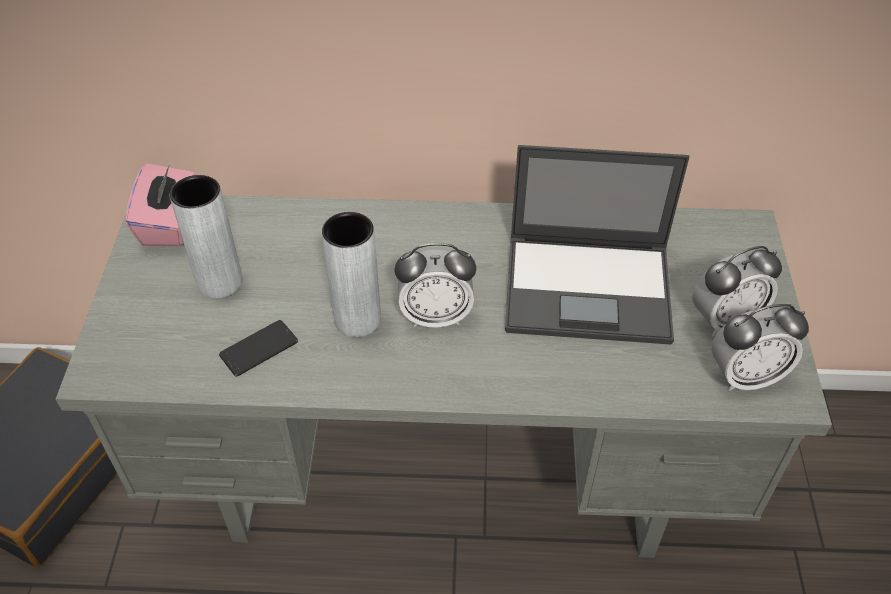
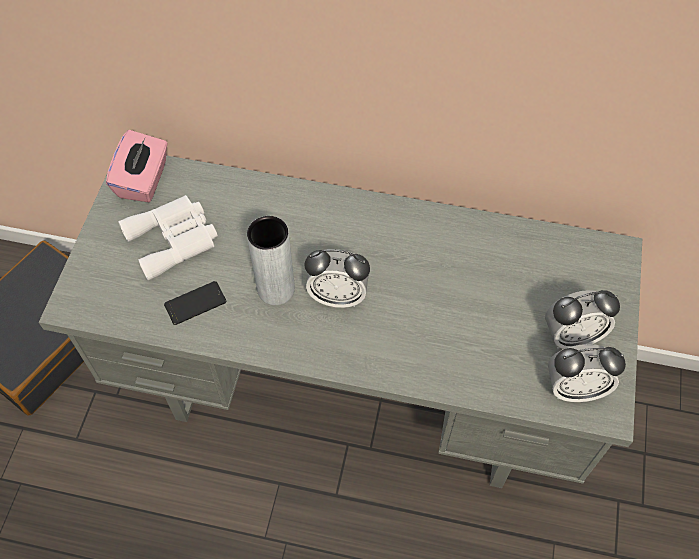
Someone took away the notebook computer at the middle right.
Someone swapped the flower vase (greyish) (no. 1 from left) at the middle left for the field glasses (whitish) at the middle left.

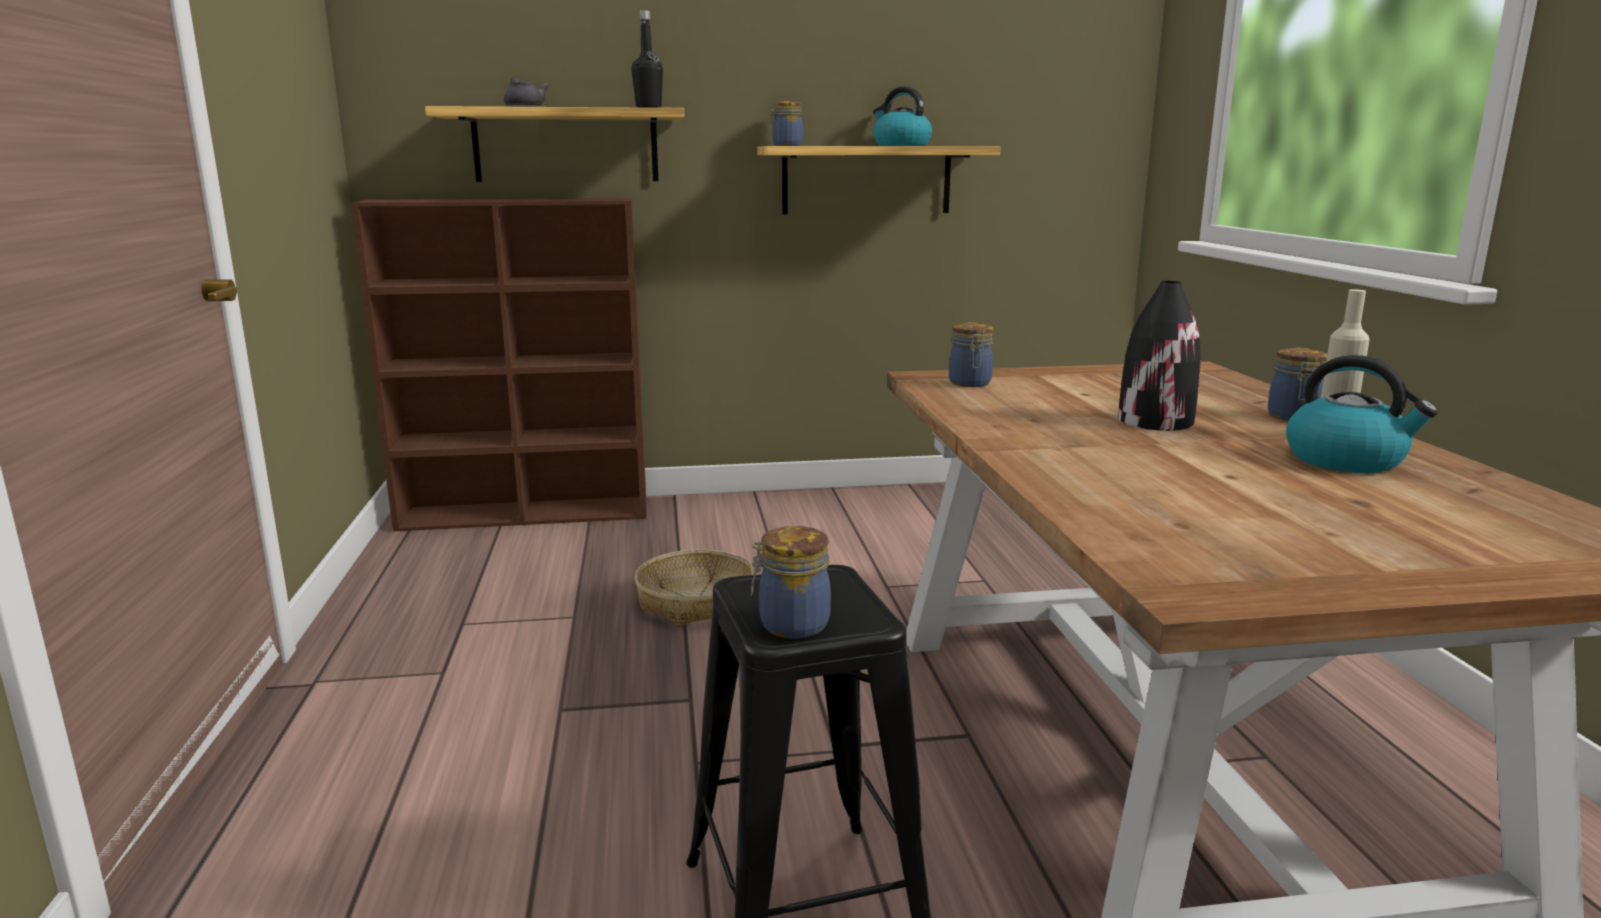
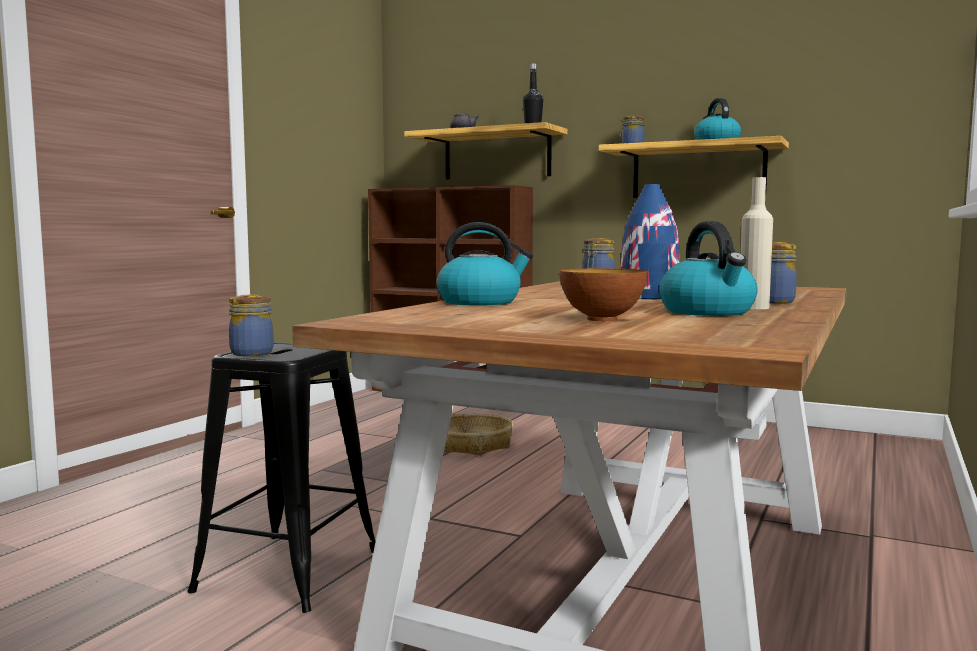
Someone put down the water kettle (no. 1 from left) at the centre.
Someone put down the serving bowl at the centre.
Someone repainted the flower vase (blackish) at the middle right, which became the flower vase (bluish) at the centre.

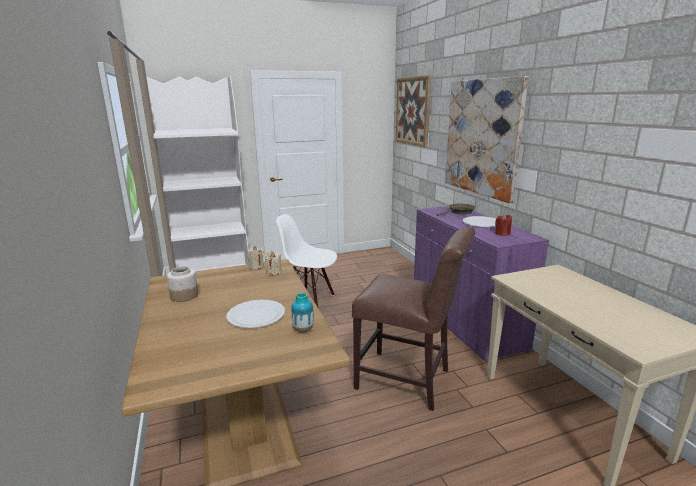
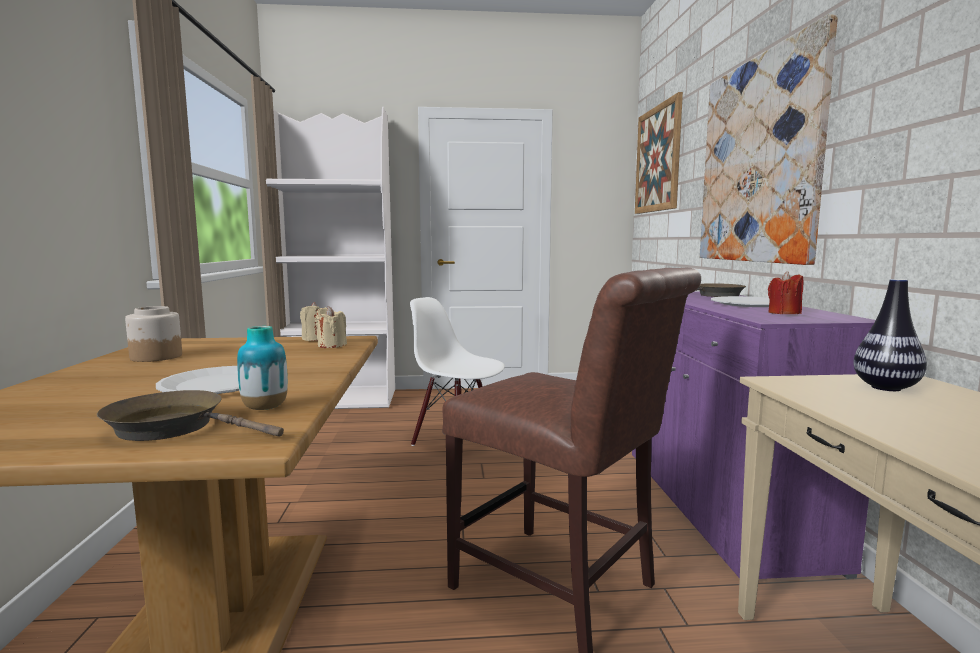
Someone put down the skillet (brownish) (no. 1 from left) at the middle left.
Someone put down the flower vase (no. 2 from left) at the middle right.

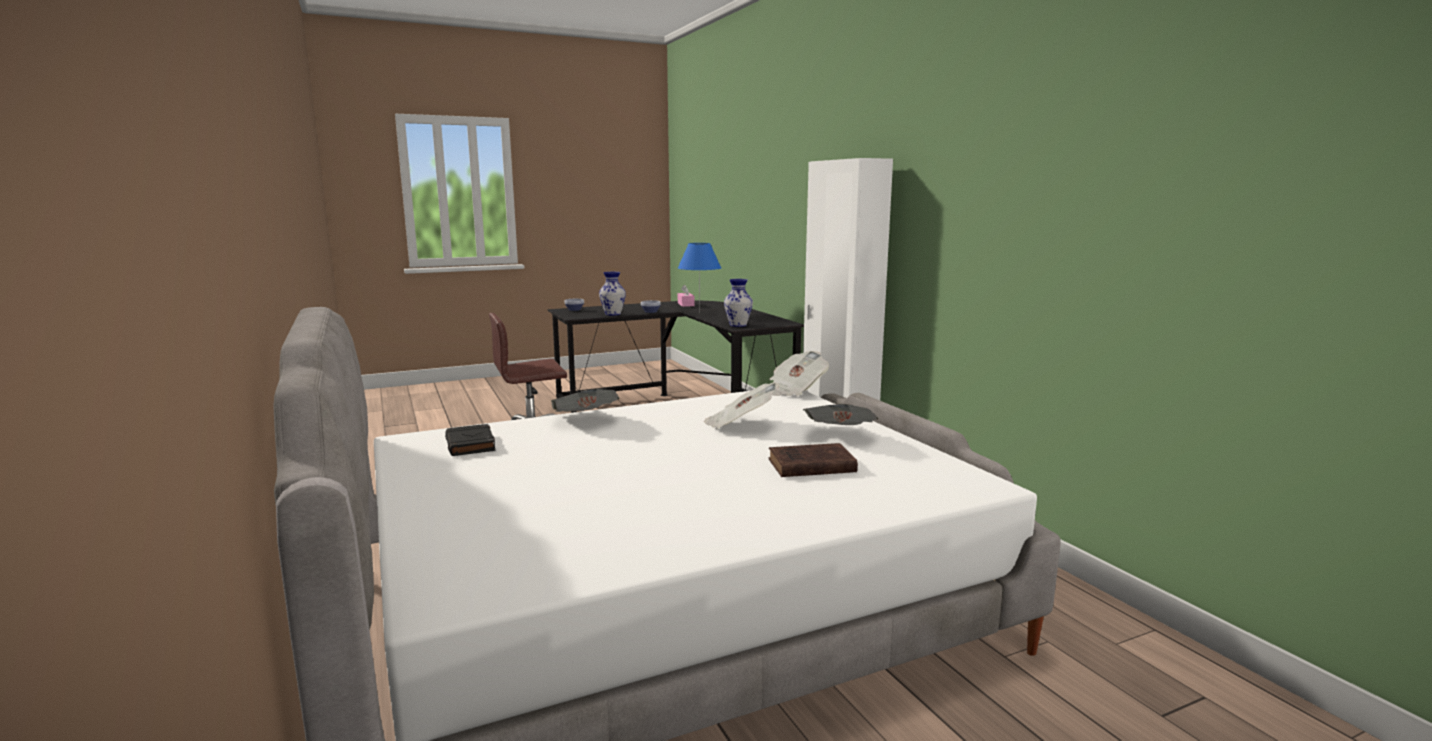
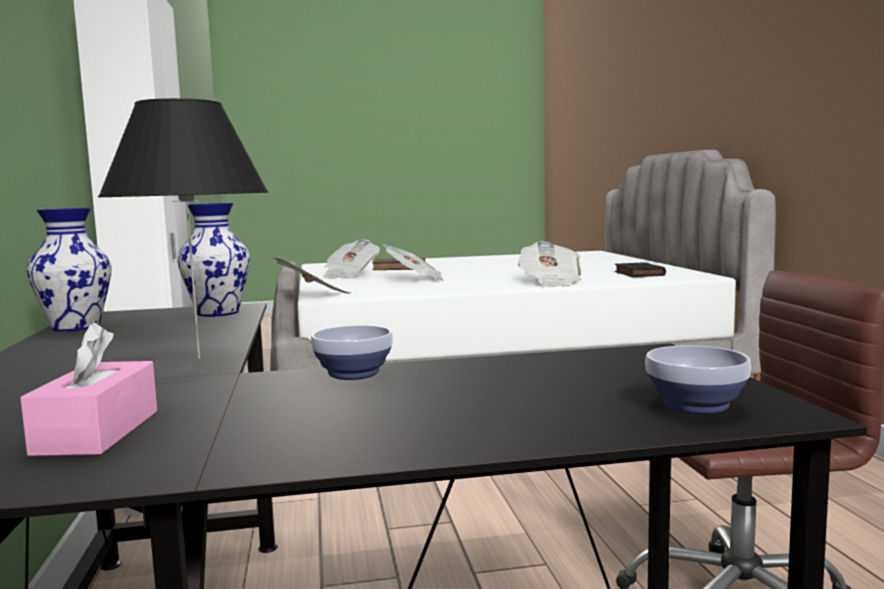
Someone carried the flower vase (no. 1 from left) from the centre to the middle left.
Someone repainted the lamp for a table (bluish) at the centre, which became the lamp for a table (blackish) at the middle left.

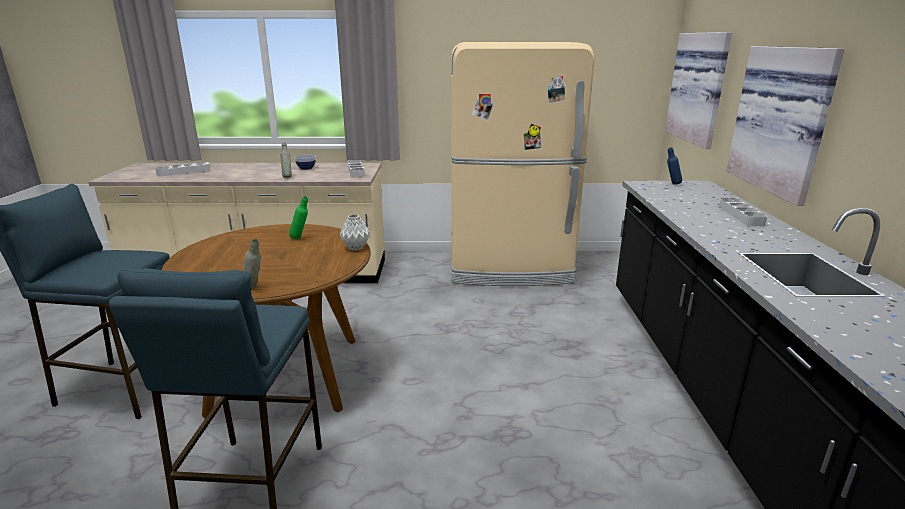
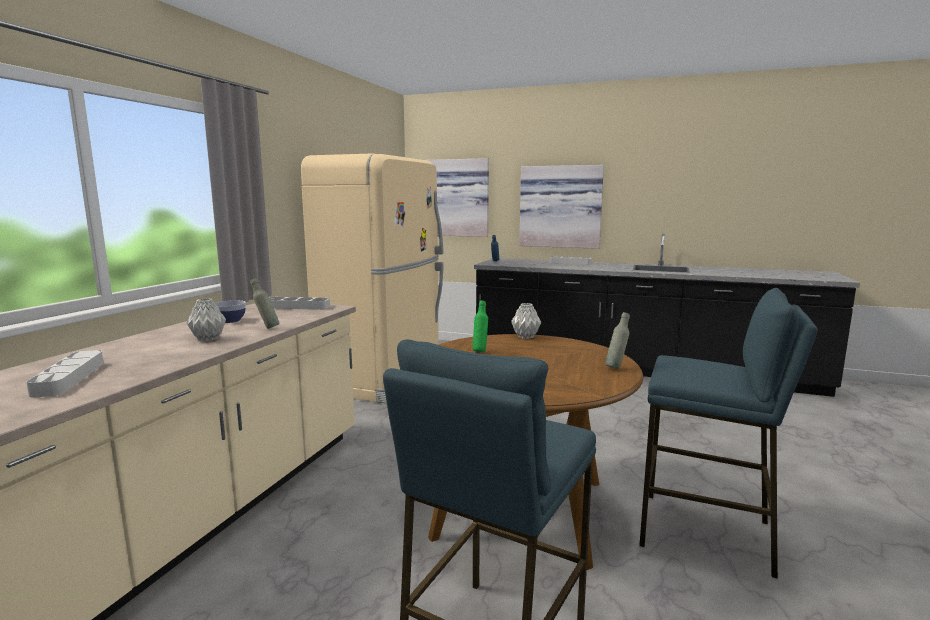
Someone put down the flower vase (greyish) (no. 1 from left) at the middle left.

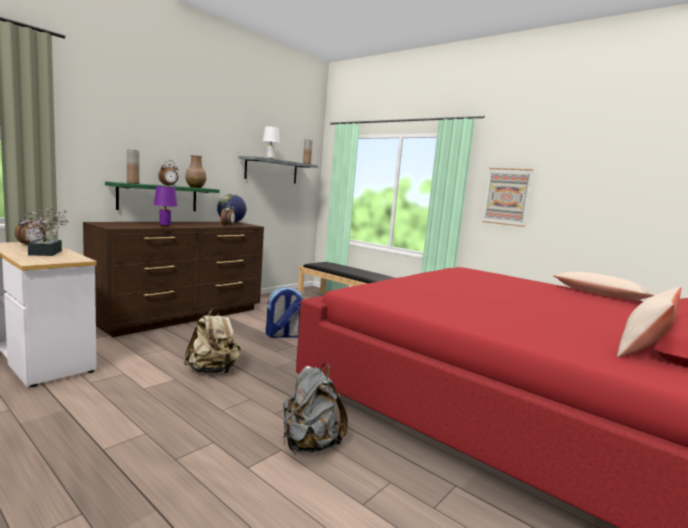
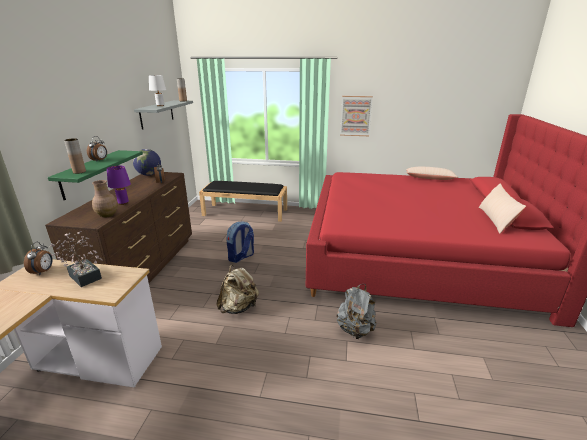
Someone carried the flower vase (brownish) (no. 2 from left) from the top left to the middle left.

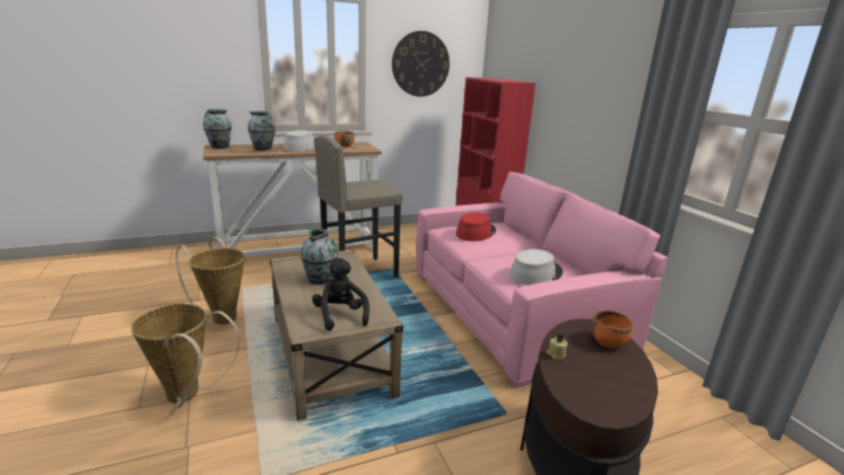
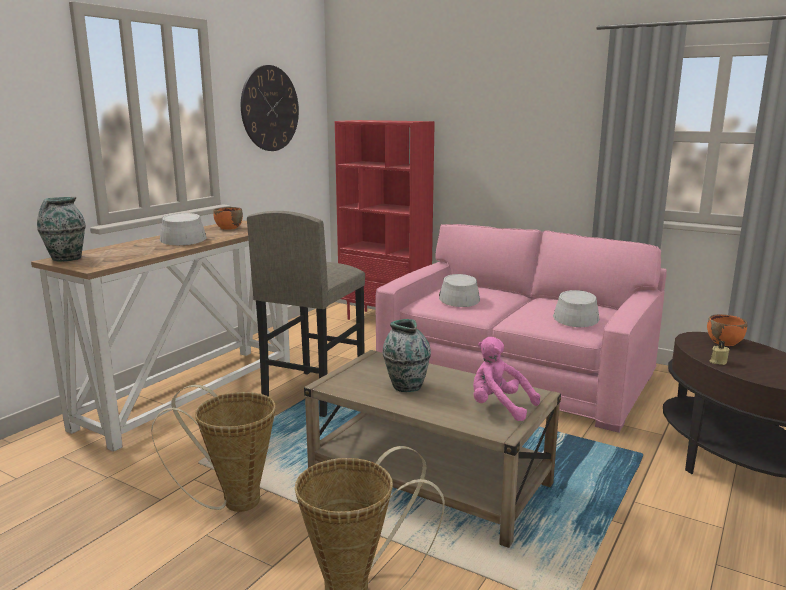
Someone took away the flower vase (no. 2 from left) at the top left.
Someone repainted the cuddly toy (blackish) at the centre, which became the cuddly toy (pinkish) at the centre.
Someone repainted the hat (reddish) at the centre, which became the hat (greyish) (no. 2 from left) at the centre.

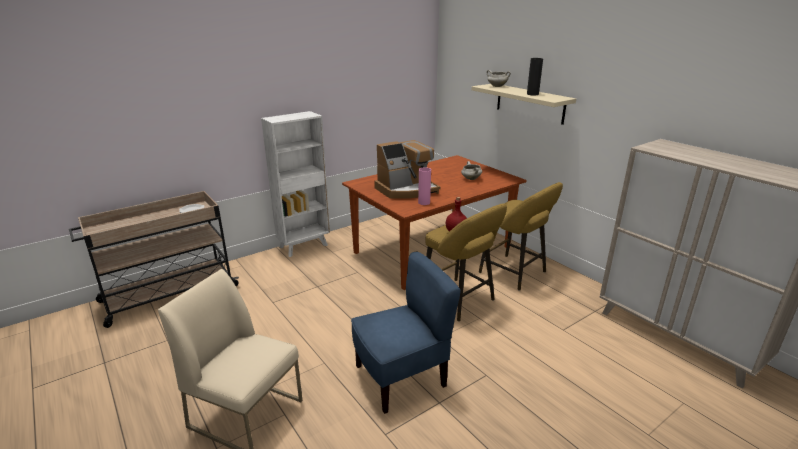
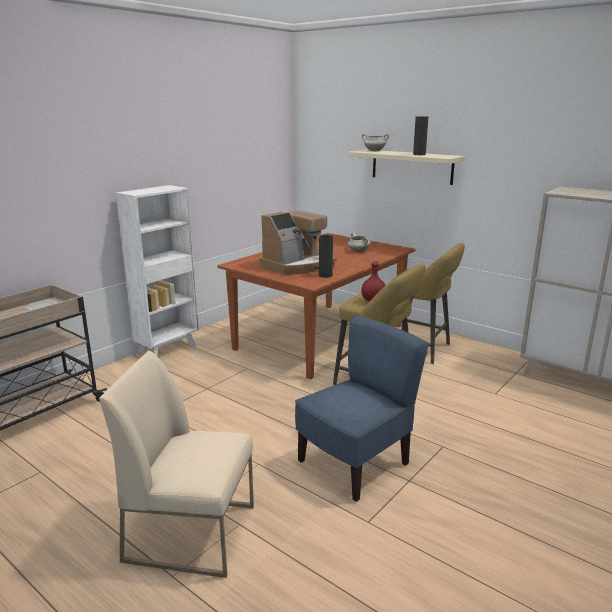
Someone repainted the flower vase (pinkish) at the centre, which became the flower vase (blackish) (no. 1 from left) at the centre.

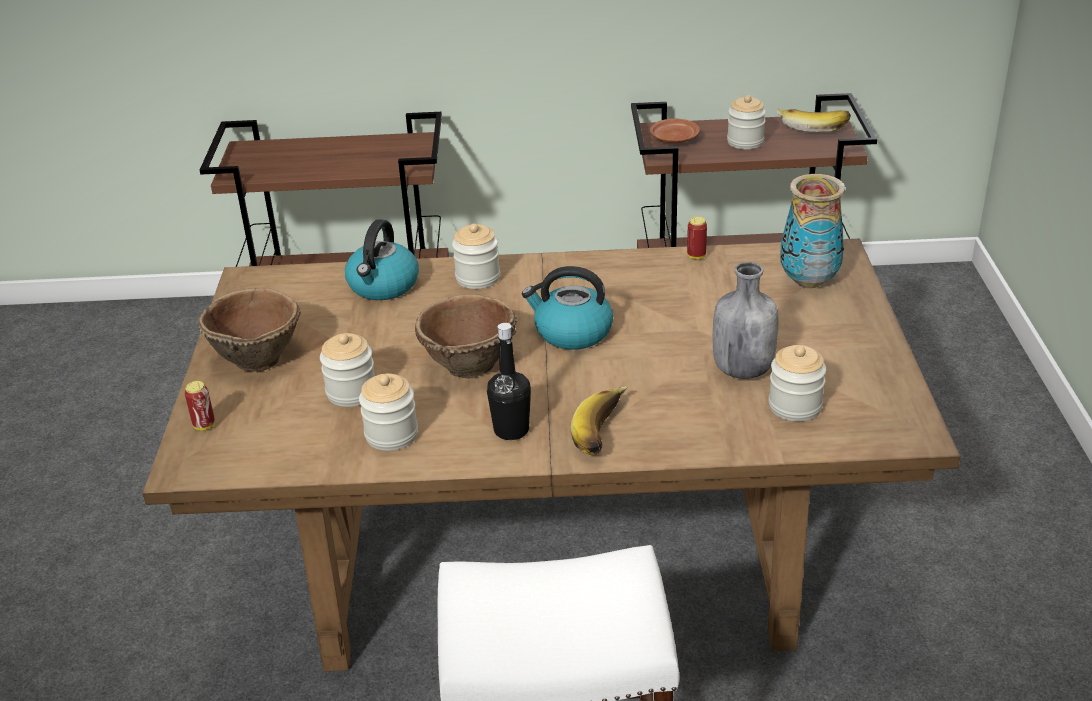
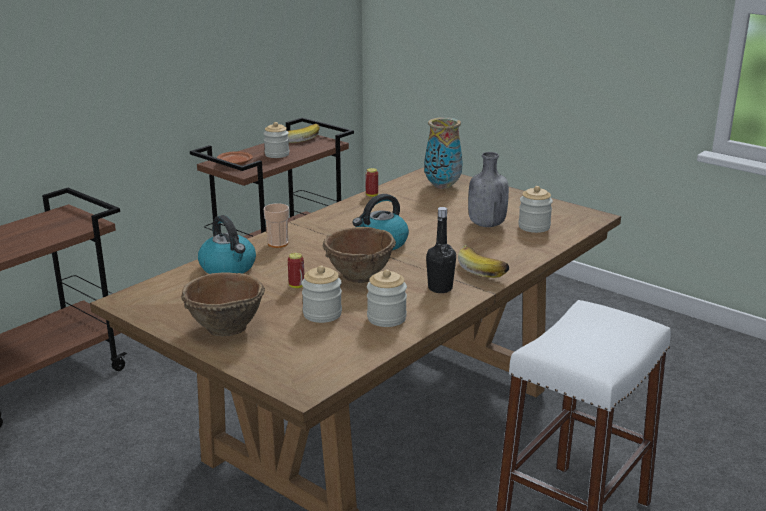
Someone carried the can (no. 1 from left) from the middle left to the centre.
Someone swapped the preserve jar (no. 3 from left) at the centre for the drinking cup at the centre.

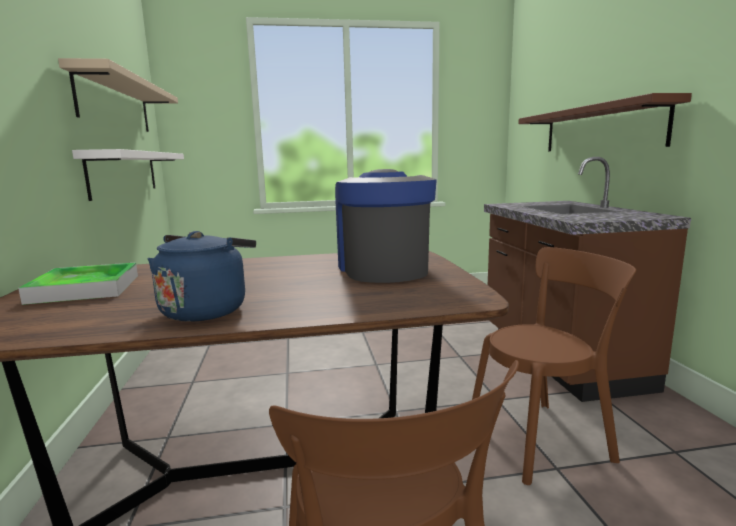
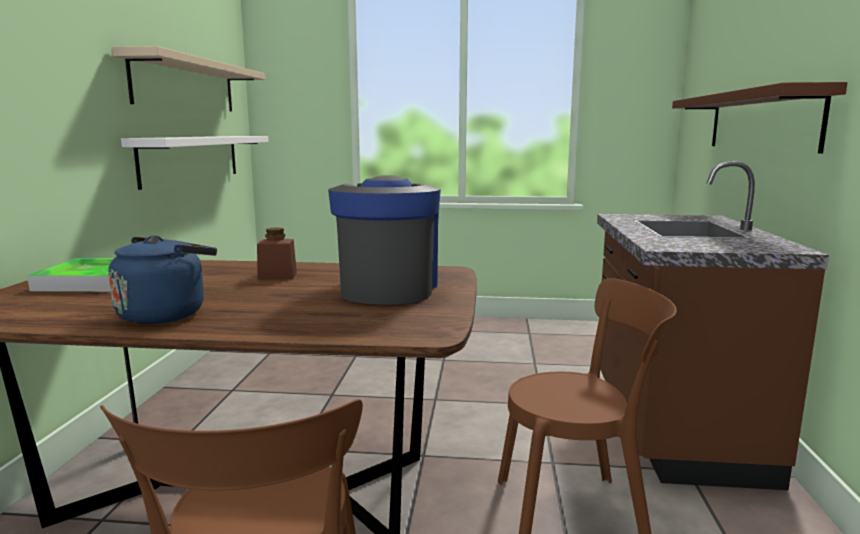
Someone put down the preserve jar (brownish) at the middle left.

